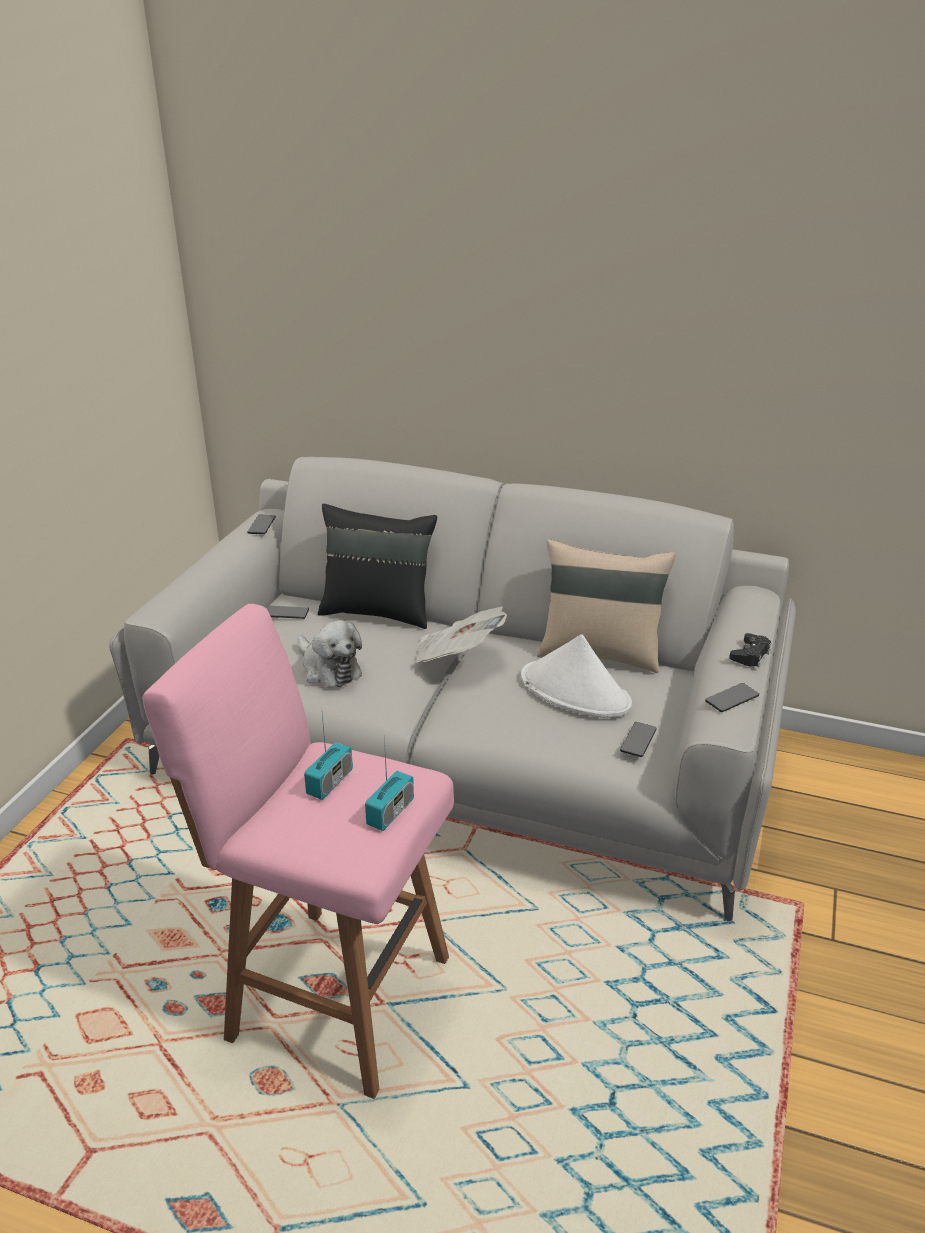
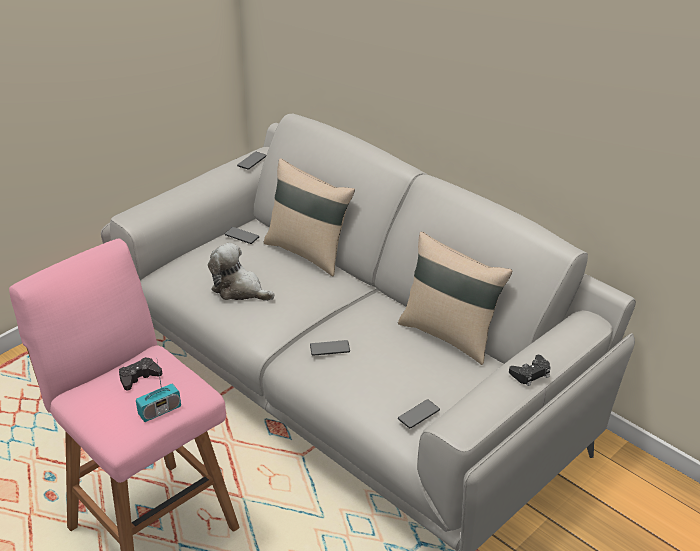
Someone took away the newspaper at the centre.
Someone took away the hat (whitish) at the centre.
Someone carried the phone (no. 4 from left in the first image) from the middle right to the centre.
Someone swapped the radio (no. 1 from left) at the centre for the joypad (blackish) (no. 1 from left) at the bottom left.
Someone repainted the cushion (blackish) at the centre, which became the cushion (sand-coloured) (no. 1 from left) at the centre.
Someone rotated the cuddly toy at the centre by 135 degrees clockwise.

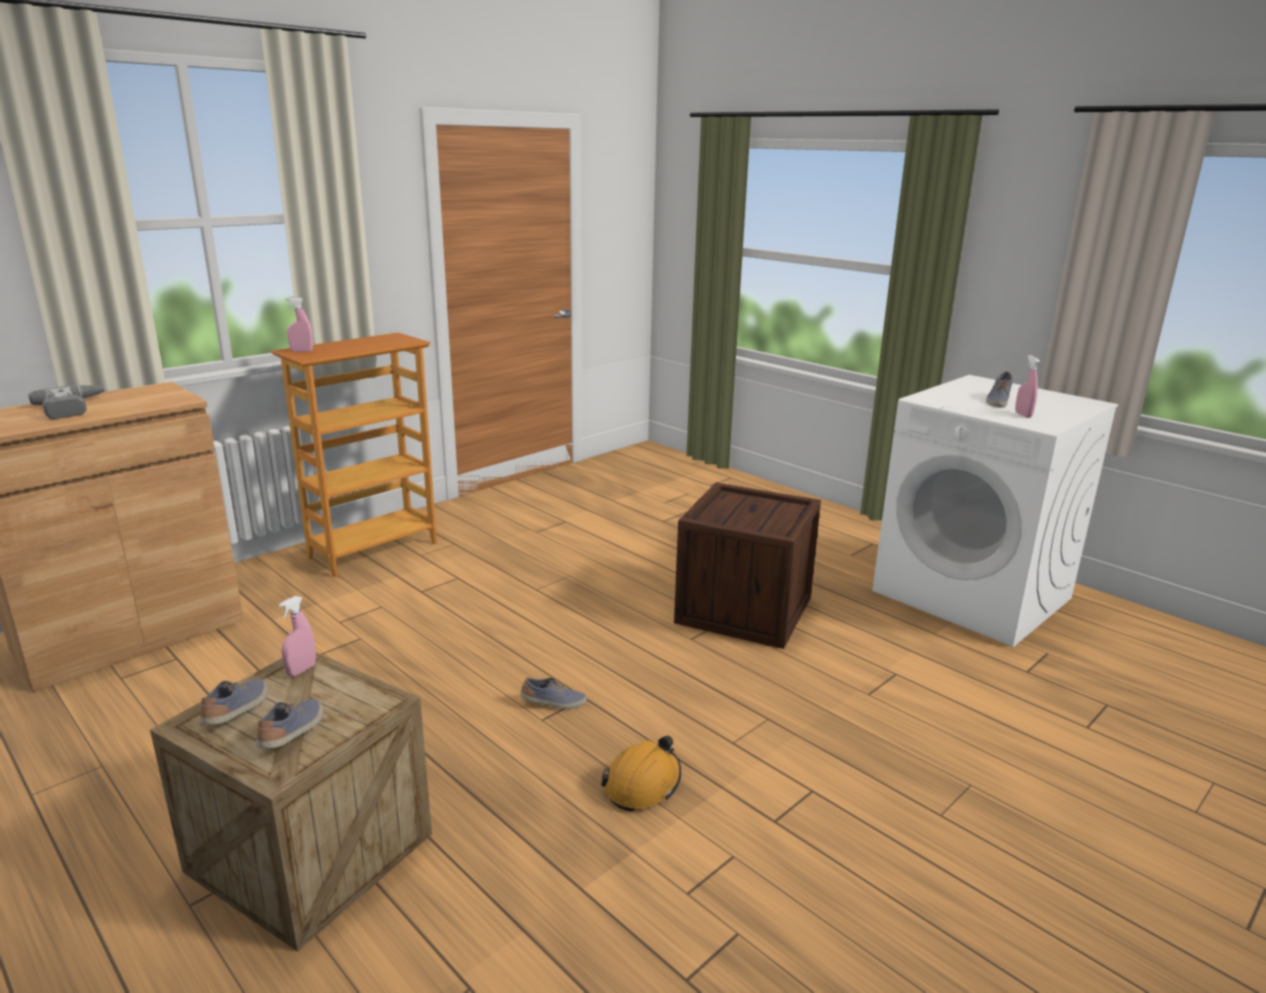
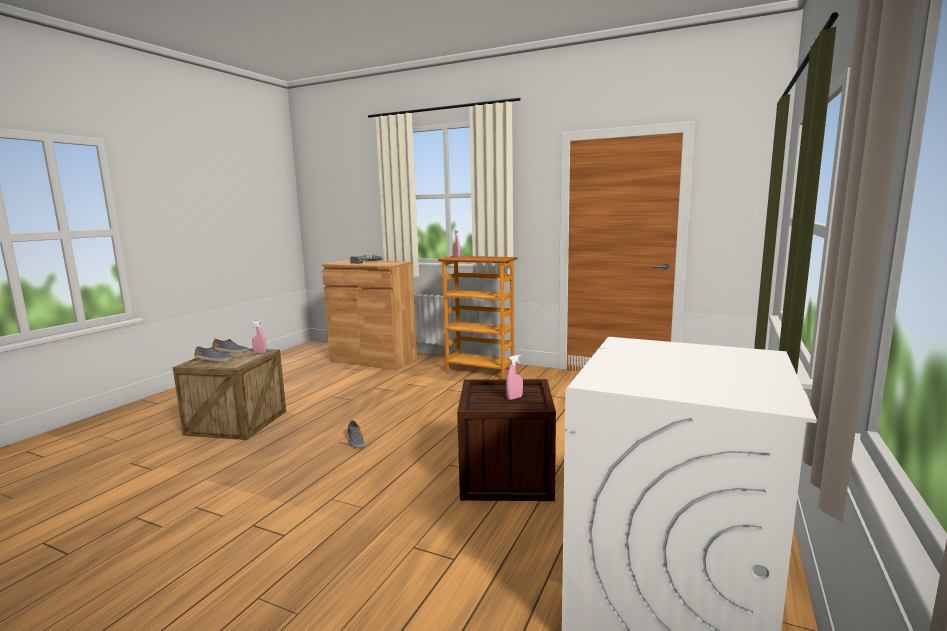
Someone took away the safety helmet (orange-coloured) at the bottom centre.
Someone took away the low shoe (no. 4 from left) at the middle right.
Someone carried the spray bottle (pinkish) (no. 3 from left) from the middle right to the centre.

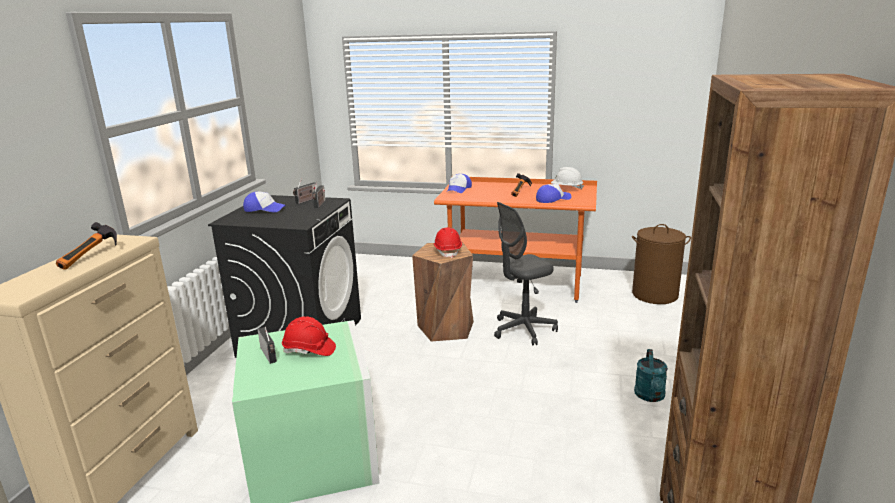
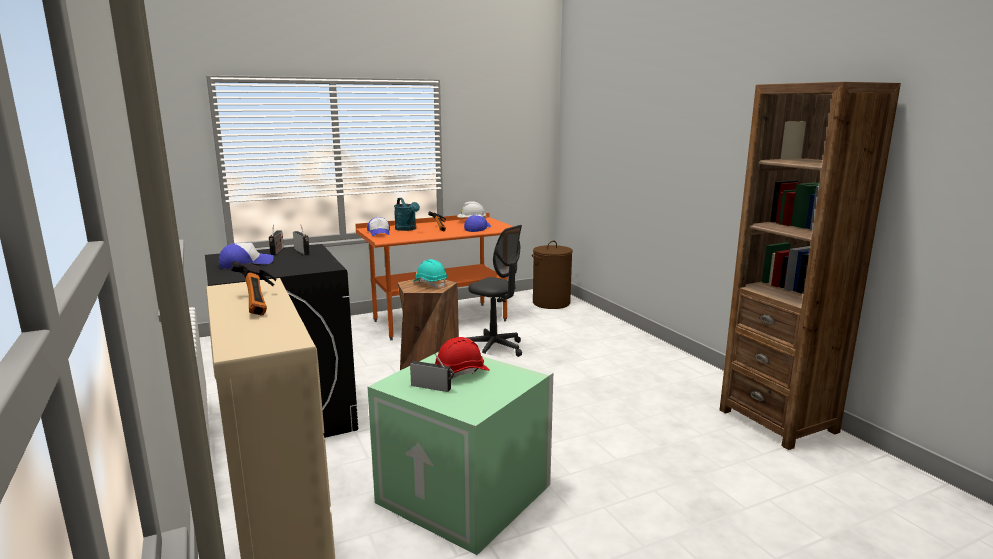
Someone carried the watering can (blue-green) from the bottom right to the centre.
Someone repainted the safety helmet (reddish) (no. 2 from left) at the centre, which became the safety helmet (blue-green) at the centre.
Someone rotated the desk chair (greyish) at the centre by 75 degrees counterclockwise.

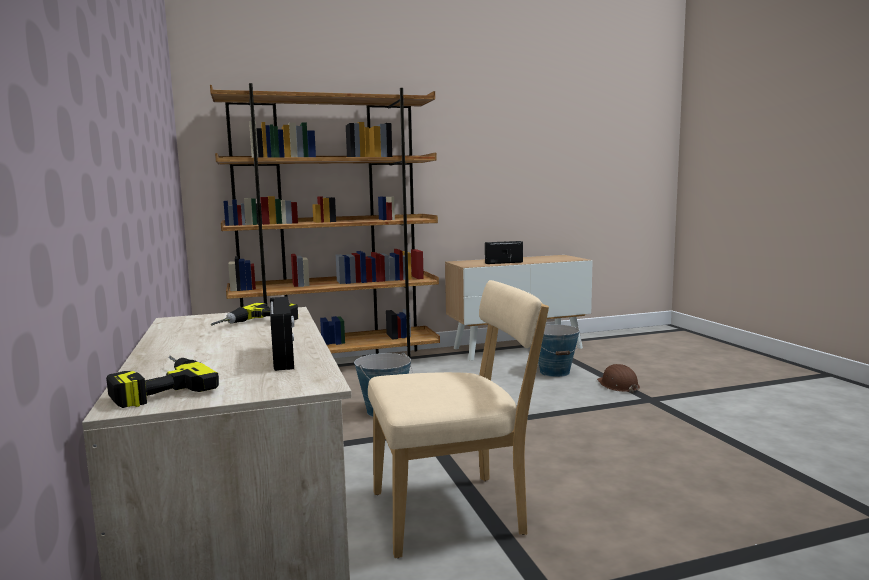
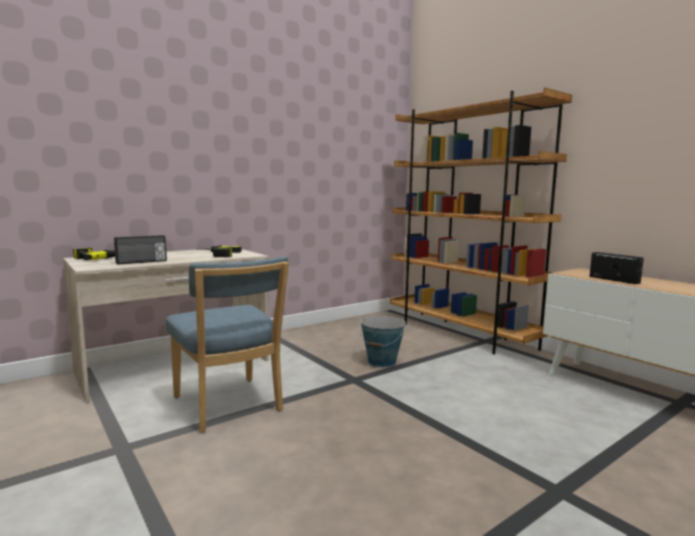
Someone took away the bucket (no. 2 from left) at the centre.
Someone took away the safety helmet (brownish) at the middle right.
Someone repainted the upright chair (sand-coloured) at the bottom centre, which became the upright chair (bluish) at the middle left.

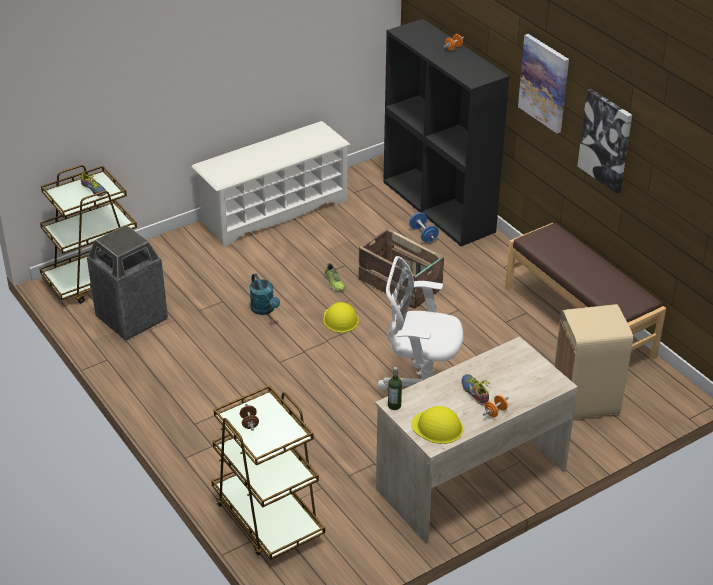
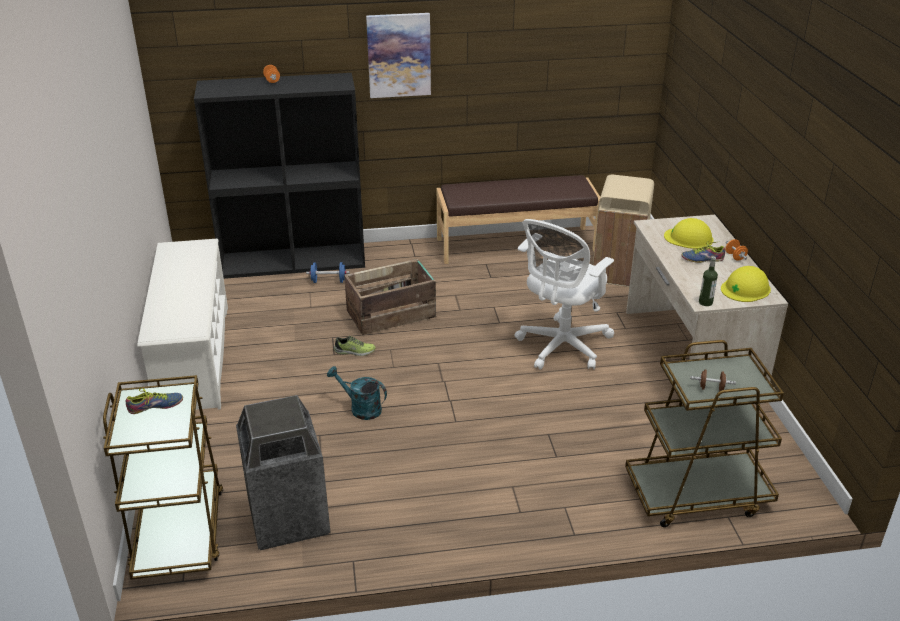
Someone took away the wall picture (no. 2 from left) at the top right.
Someone carried the safety helmet (yellow) (no. 1 from left) from the centre to the middle right.
Someone rotated the watering can (blue-green) at the centre by 150 degrees counterclockwise.

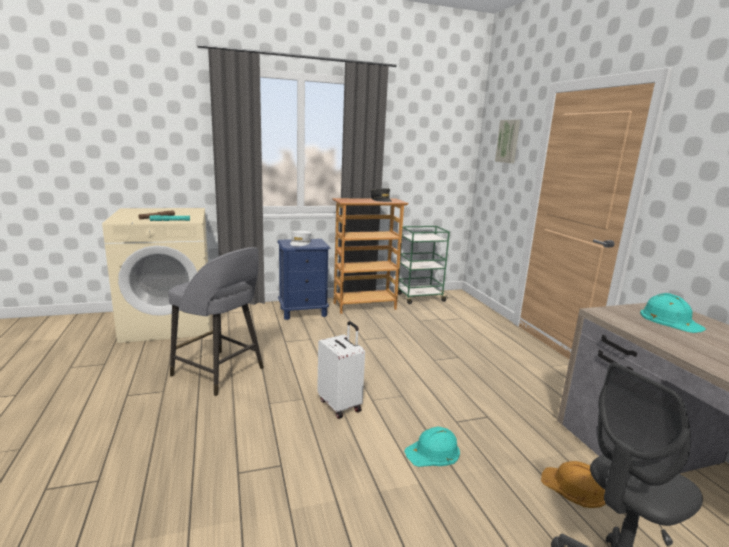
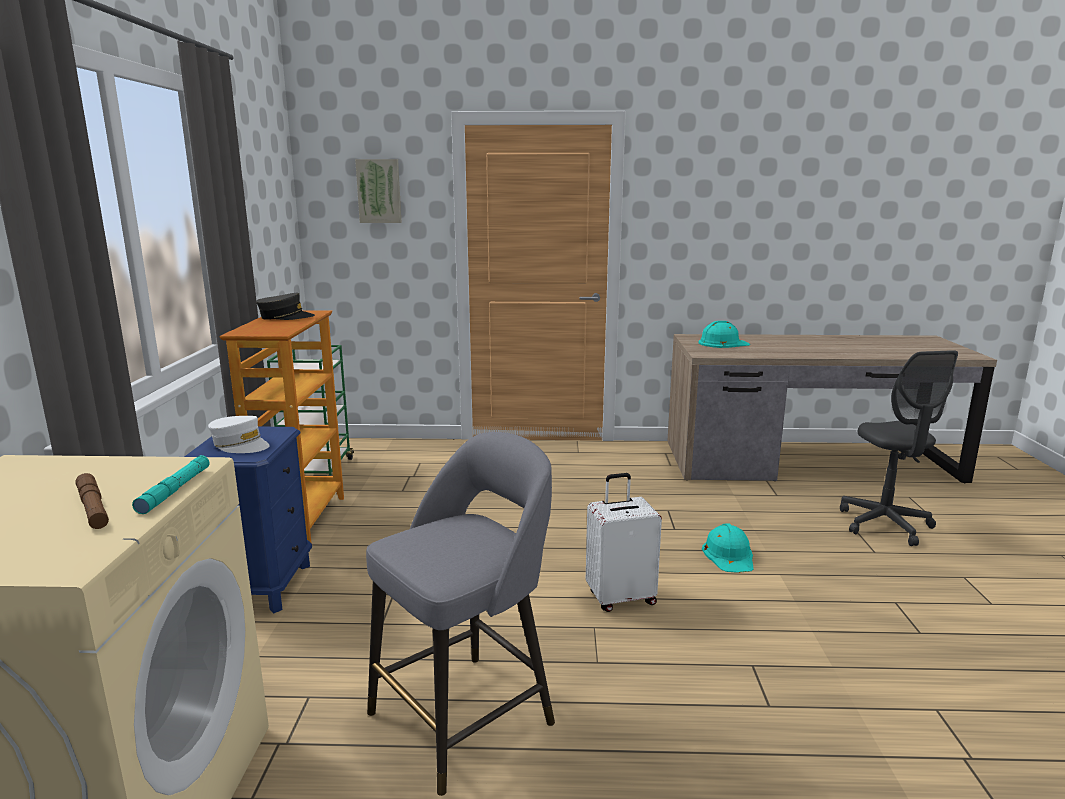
Someone took away the safety helmet (orange-coloured) at the bottom right.

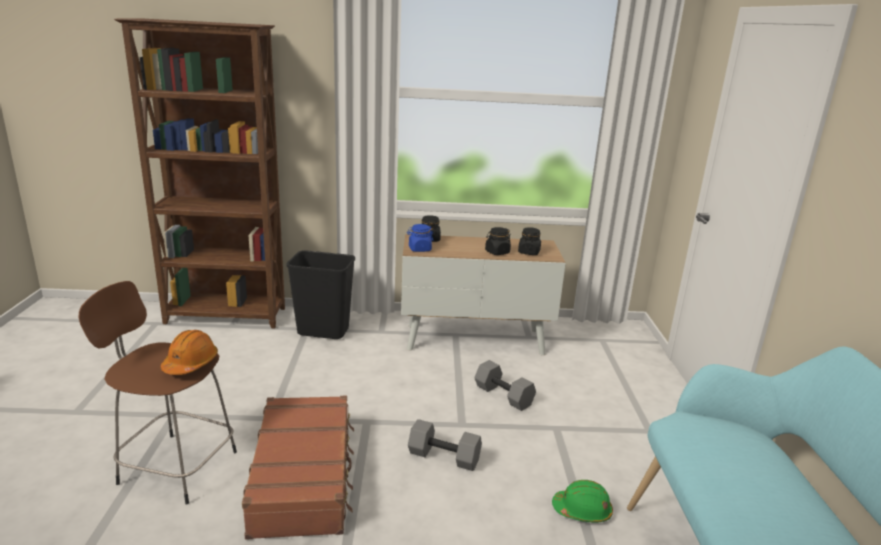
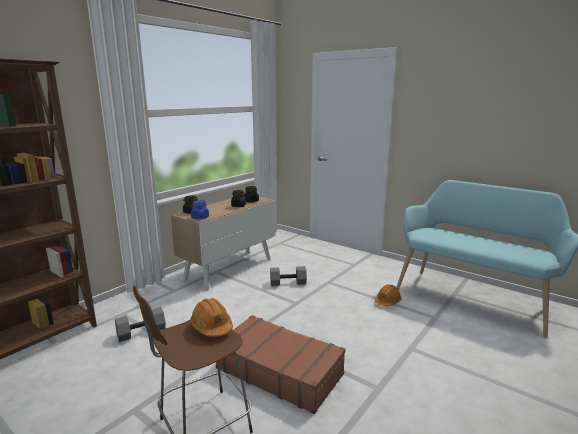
Someone took away the rubbish bin (blackish) at the centre.
Someone carried the free weight (greyish) (no. 1 from left) from the bottom centre to the bottom left.
Someone repainted the safety helmet (green) at the bottom centre, which became the safety helmet (orange-coloured) (no. 2 from left) at the bottom right.

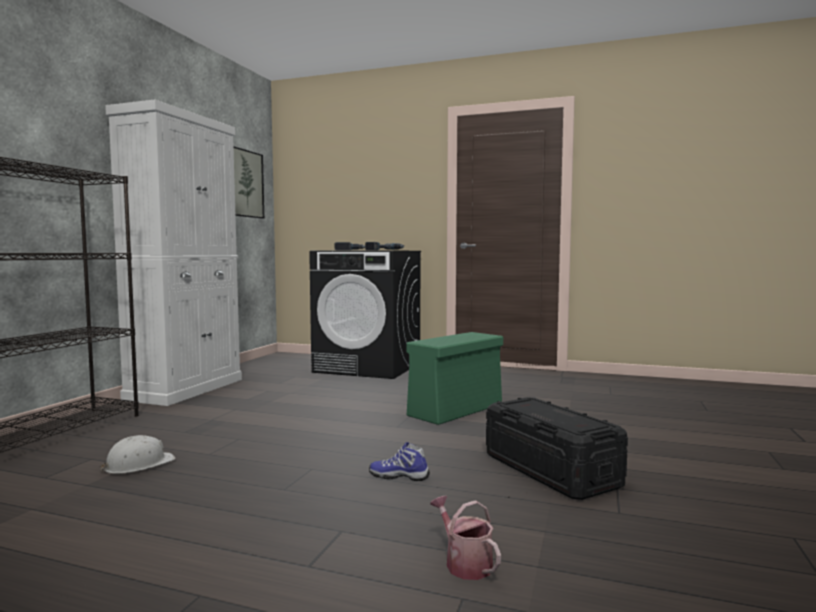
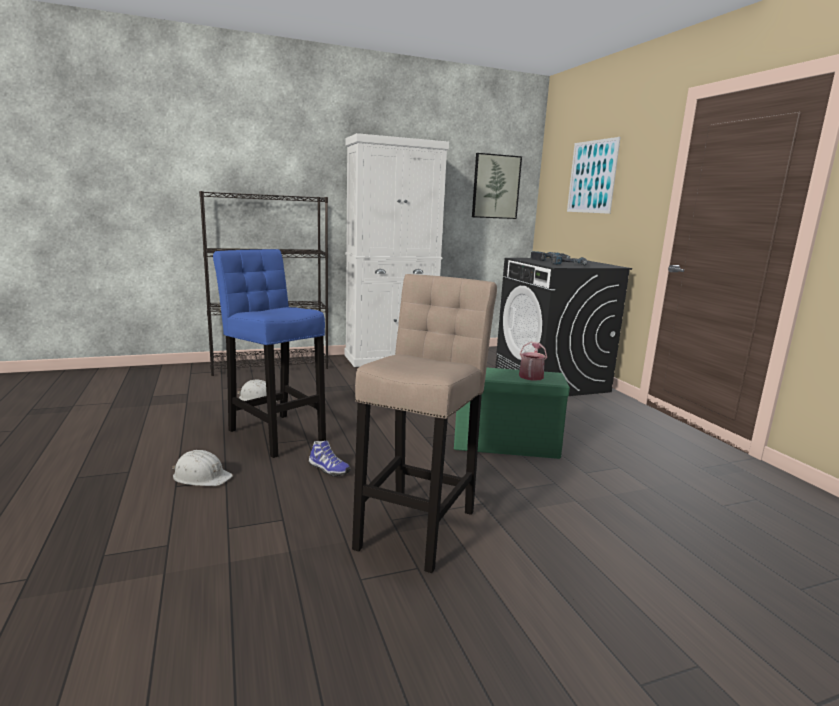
Someone put down the safety helmet (whitish) (no. 1 from left) at the middle left.
Someone put down the sitting stool (bluish) at the middle left.
Someone put up the wall picture (no. 2 from left) at the top right.
Someone carried the watering can from the bottom centre to the centre.
Someone swapped the storage container (blackish) at the bottom right for the sitting stool (sand-coloured) at the centre.
Someone rotated the low shoe at the bottom centre by 150 degrees clockwise.

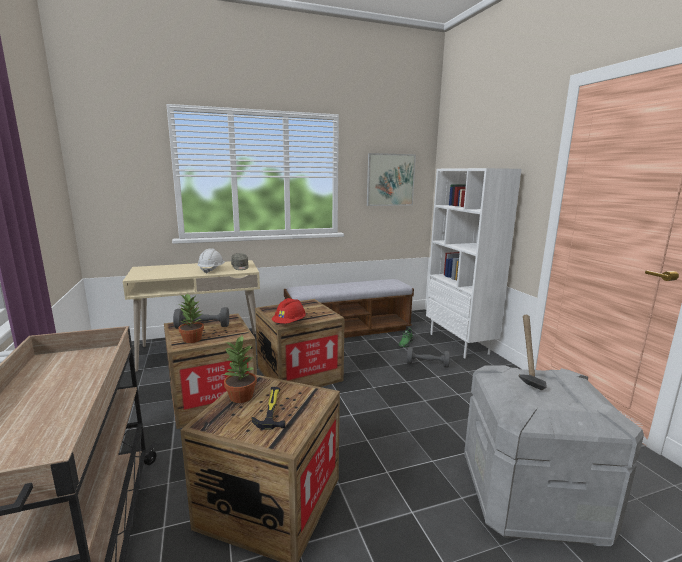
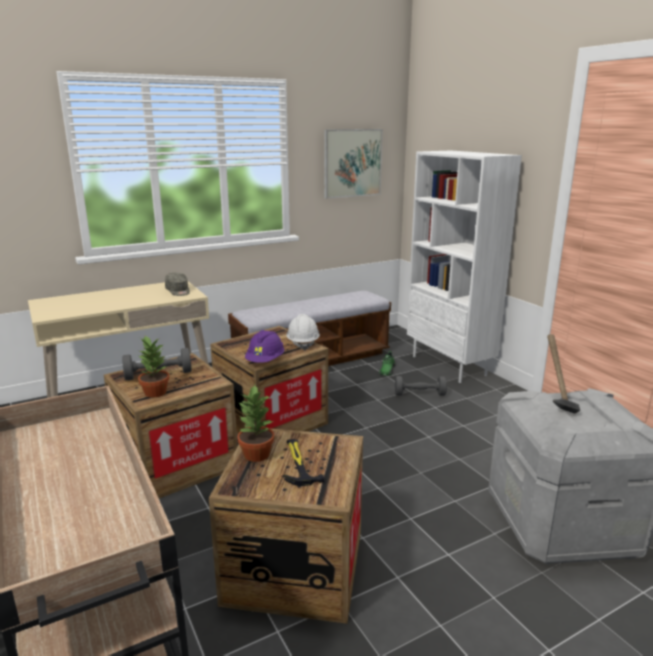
Someone carried the safety helmet (whitish) from the middle left to the centre.
Someone repainted the safety helmet (reddish) at the centre, which became the safety helmet (purple-coloured) at the centre.

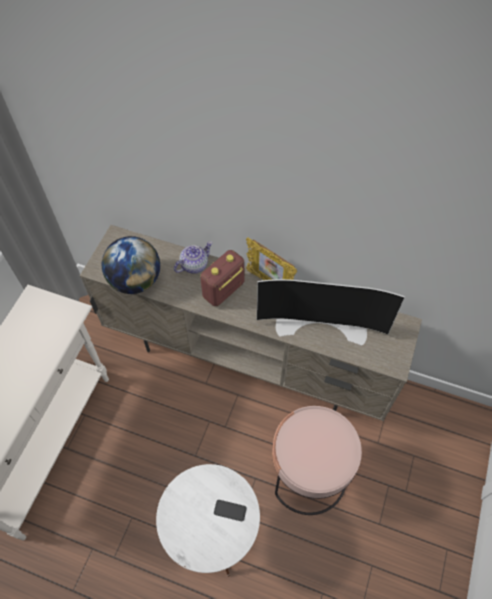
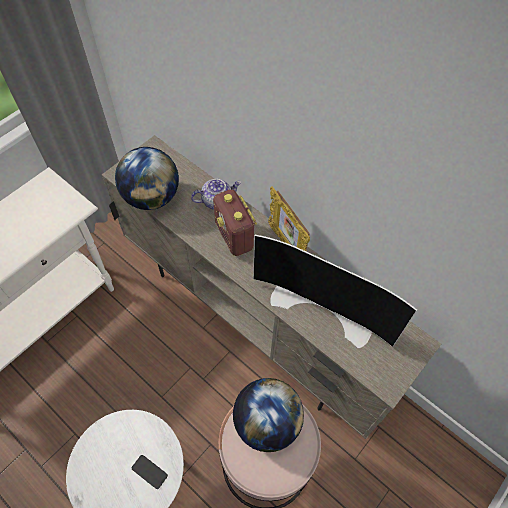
Someone put down the globe (no. 2 from left) at the bottom centre.
Someone rotated the radio at the centre by 90 degrees counterclockwise.

